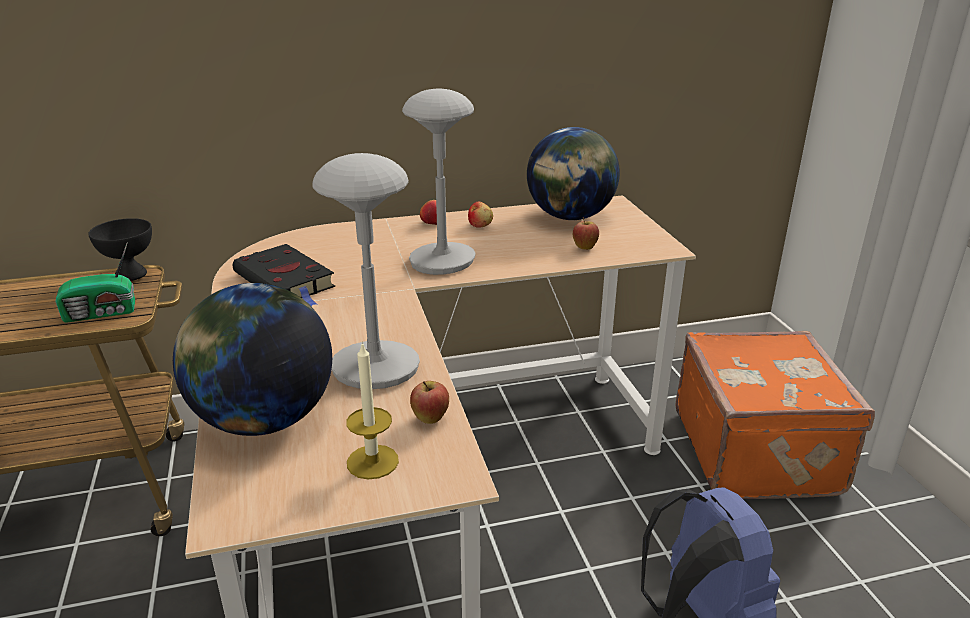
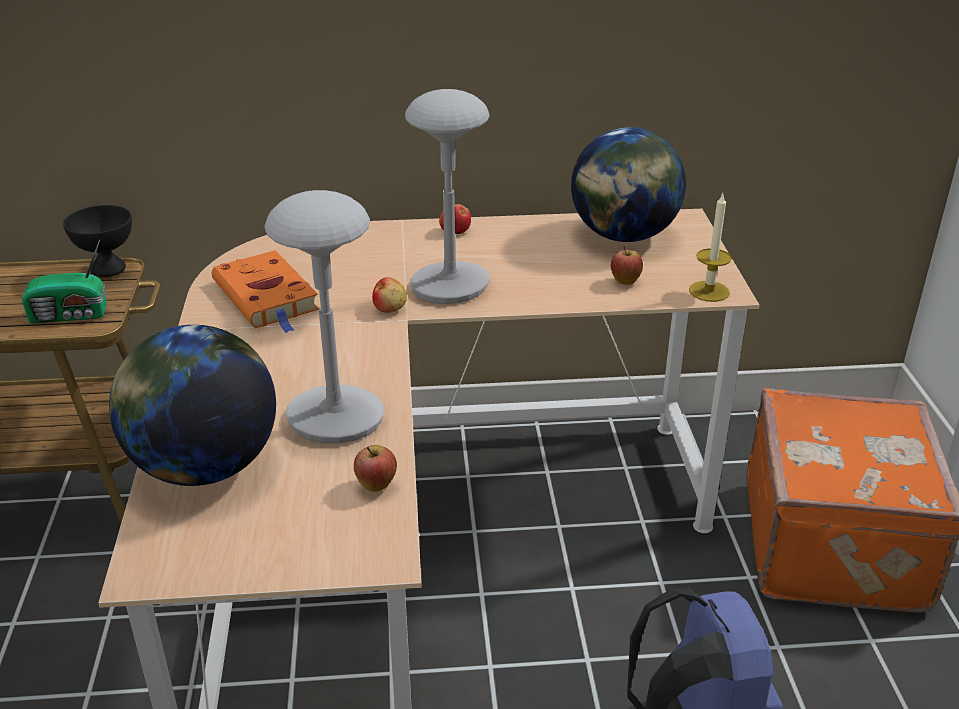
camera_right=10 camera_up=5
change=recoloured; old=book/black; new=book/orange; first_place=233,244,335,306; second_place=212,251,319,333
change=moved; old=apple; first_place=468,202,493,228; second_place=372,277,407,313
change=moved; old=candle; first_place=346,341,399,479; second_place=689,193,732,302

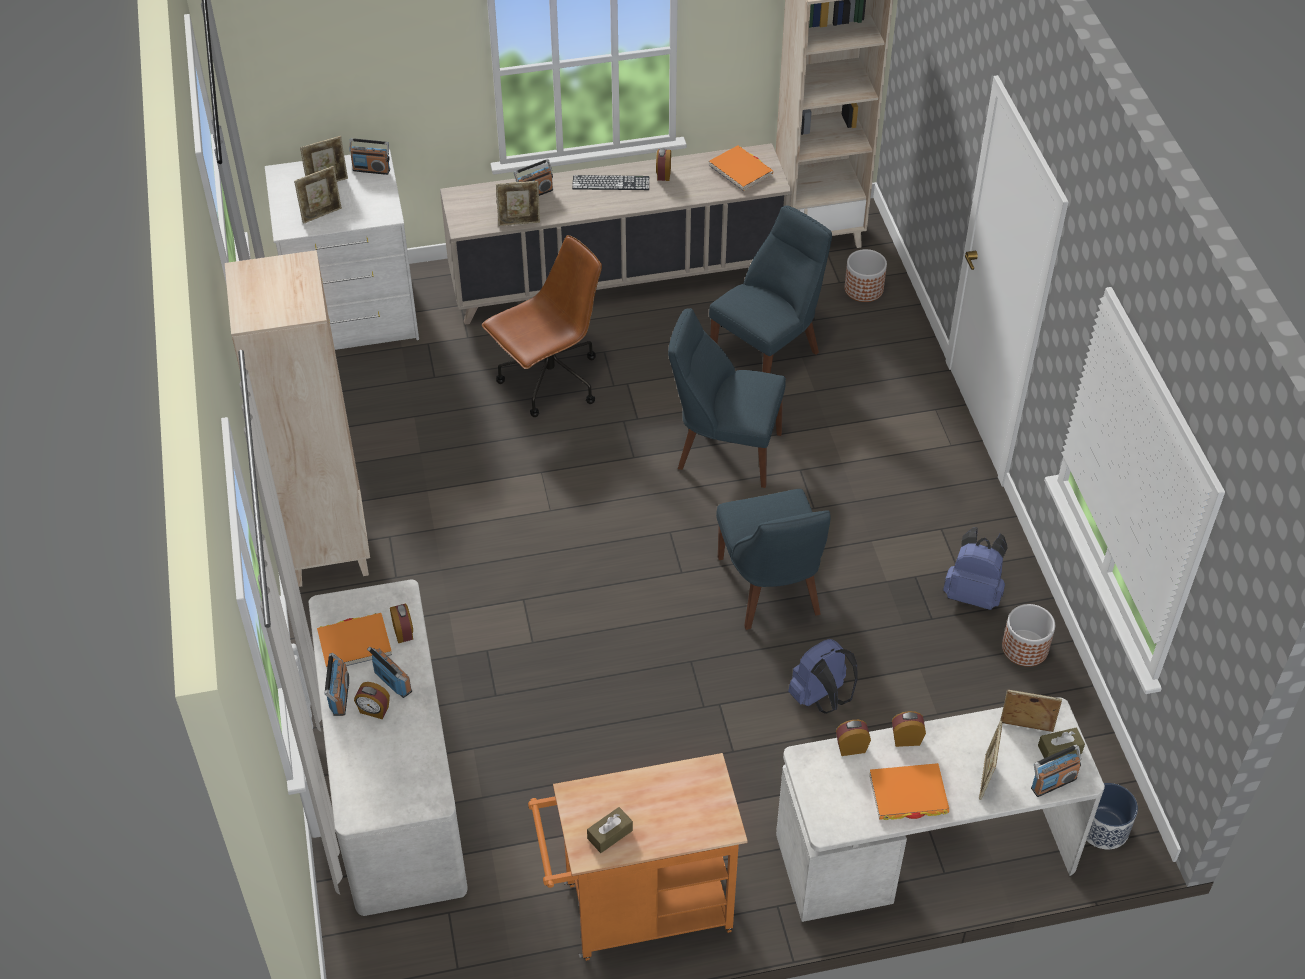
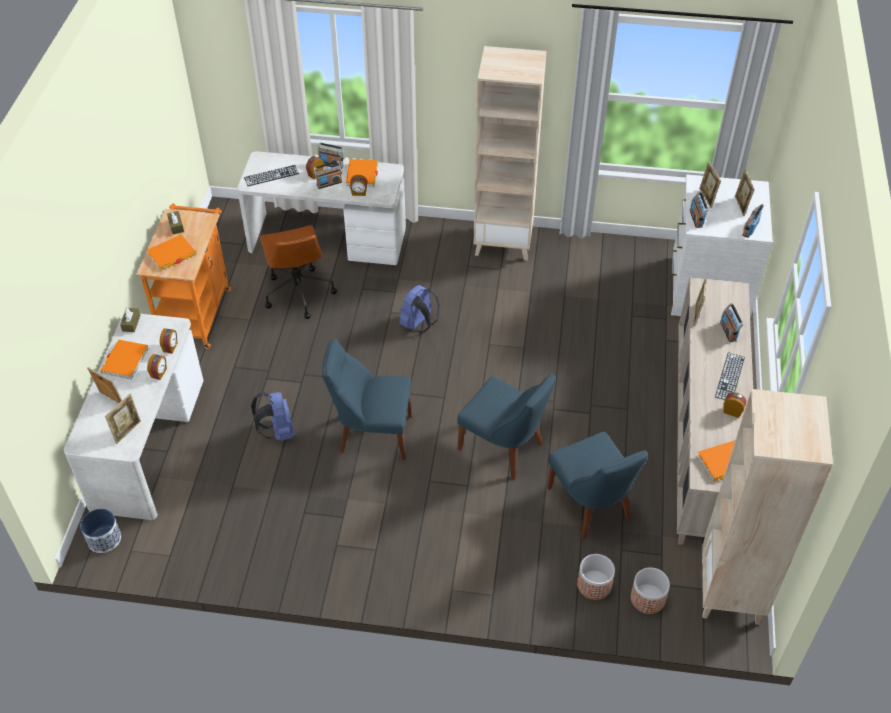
camera_right=110 camera_up=0
change=moved; old=tissue box/brown; first_place=1038,728,1085,761; second_place=120,308,140,332
change=added; new=book/orange; second_place=146,235,196,270
change=added; new=keyboard; second_place=244,165,299,186
change=moved; old=office chair/brown; first_place=482,235,602,417; second_place=260,225,337,319
change=moved; old=backpack/blue; first_place=943,527,1008,610; second_place=400,285,440,332
change=turned; old=chair/blue; first_place=668,308,786,488; second_place=457,374,556,479; degrees=90
change=moved; old=planter; first_place=1002,604,1055,666; second_place=577,554,615,600
change=moved; old=radio; first_place=1031,745,1081,797; second_place=690,191,709,228

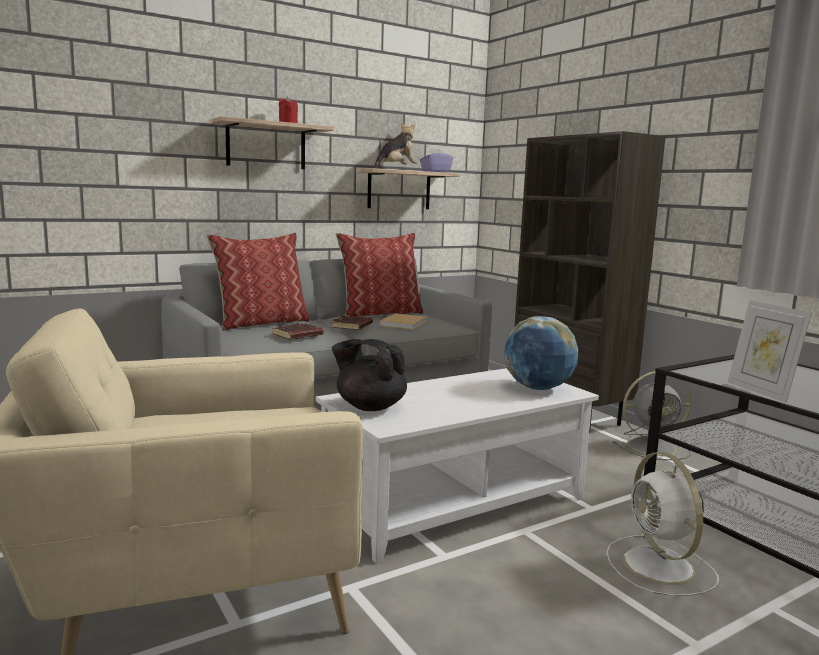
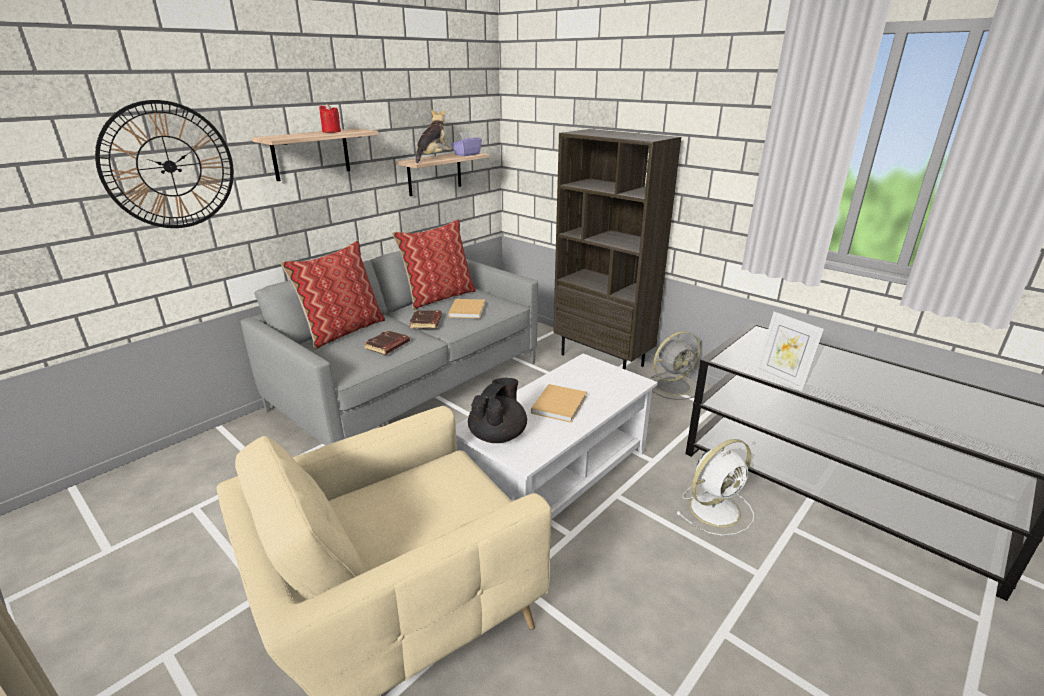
camera_right=-15 camera_up=15
change=added; new=wall clock; second_place=95,100,234,228
change=turned; old=teapot/black; first_place=332,339,407,411; second_place=468,378,527,443; degrees=105
change=added; new=book/beige; second_place=531,384,587,423
change=turned; old=fan/white; first_place=606,452,719,596; second_place=676,439,754,536; degrees=-90
change=removed; old=globe; first_place=504,316,578,390

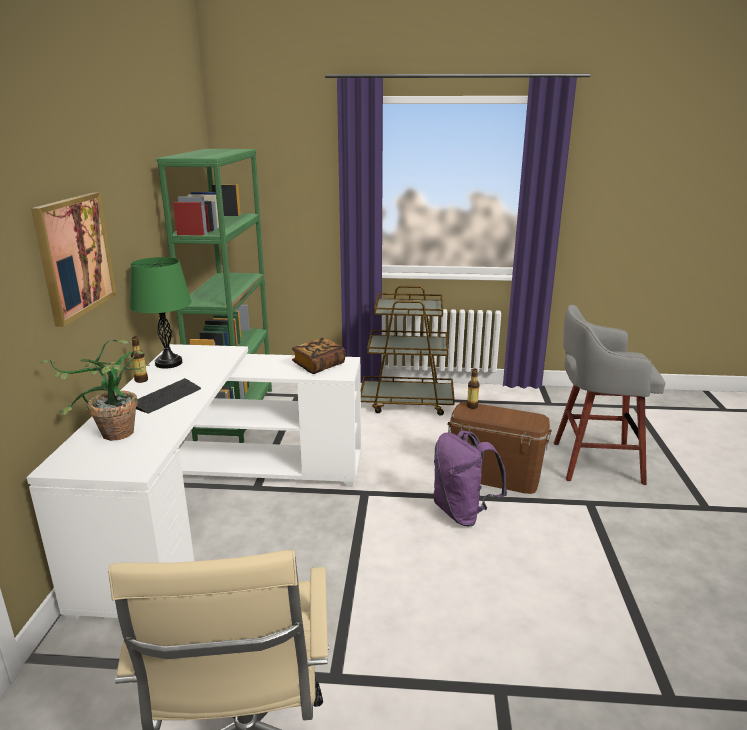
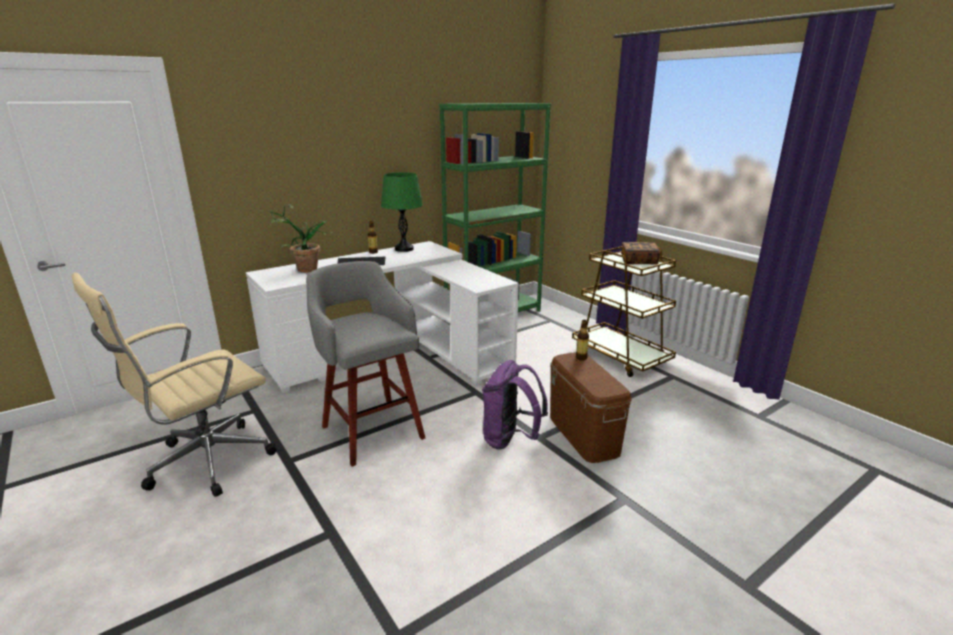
camera_right=50 camera_up=0
change=moved; old=stool/grey; first_place=554,305,665,485; second_place=306,261,425,467
change=moved; old=book; first_place=292,338,345,374; second_place=621,242,660,265
change=removed; old=picture; first_place=31,192,117,327

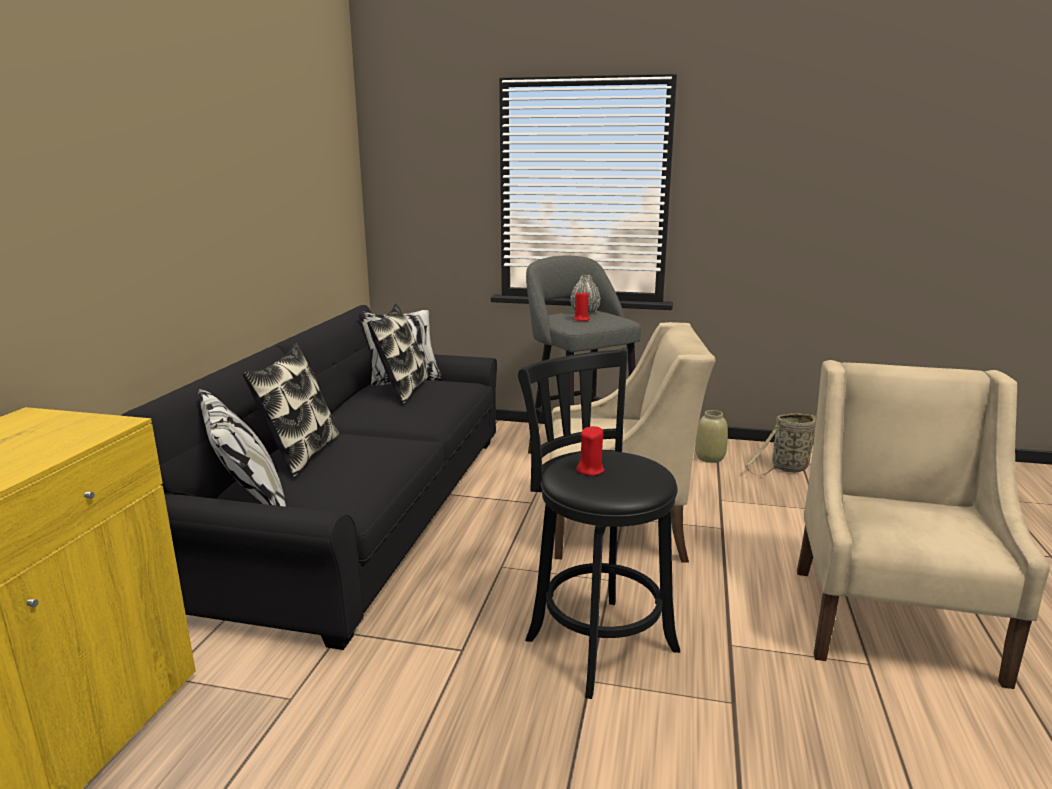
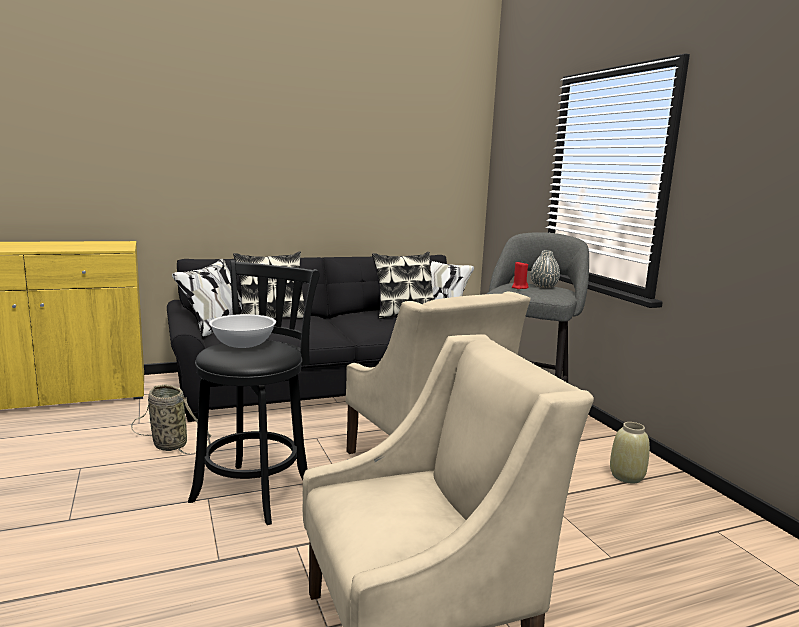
camera_right=55 camera_up=-5
change=moved; old=basket; first_place=745,413,816,476; second_place=131,384,211,454
change=replaced; old=candle/red; new=bowl/white; first_place=576,426,604,476; second_place=209,314,276,348

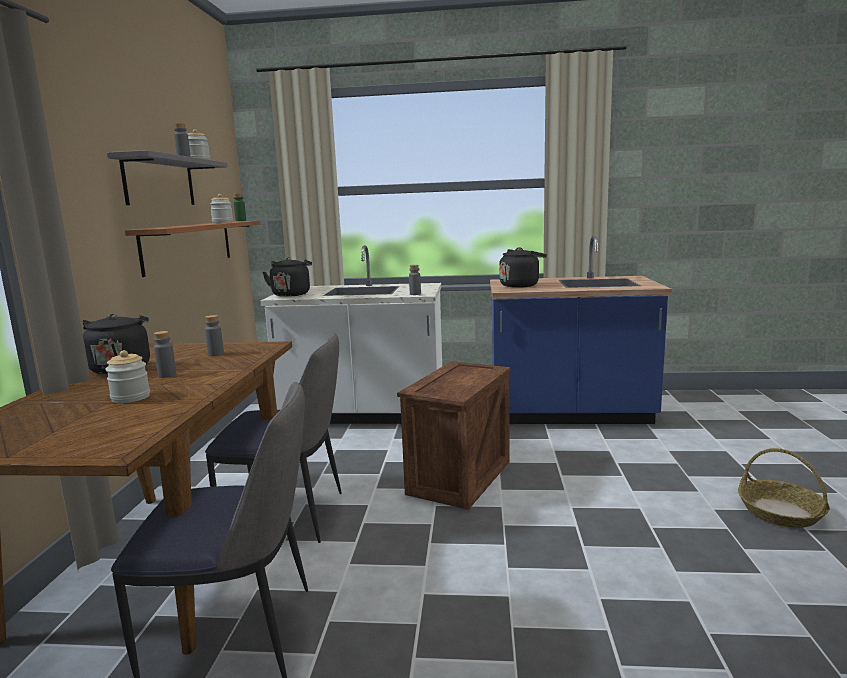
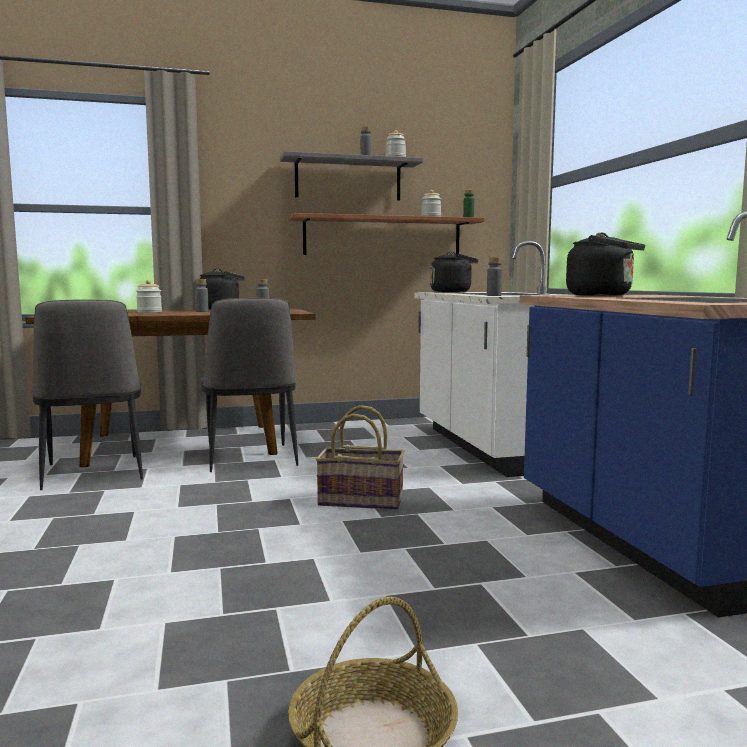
camera_right=70 camera_up=-5
change=replaced; old=crate; new=basket; first_place=397,361,511,510; second_place=316,405,405,510

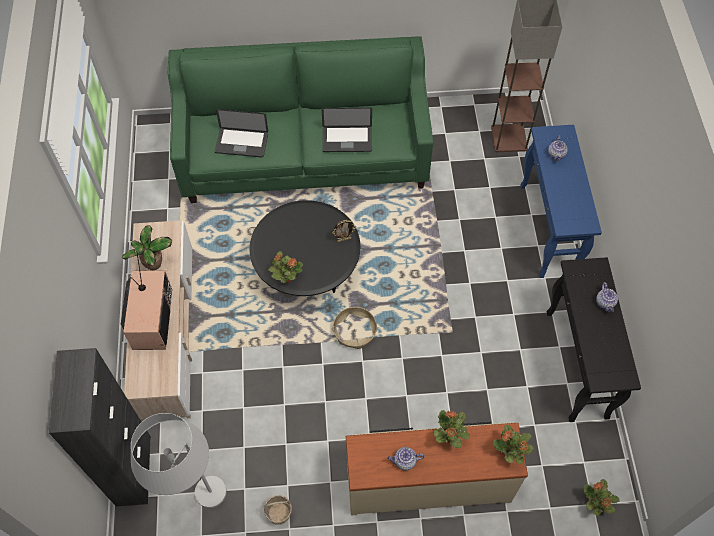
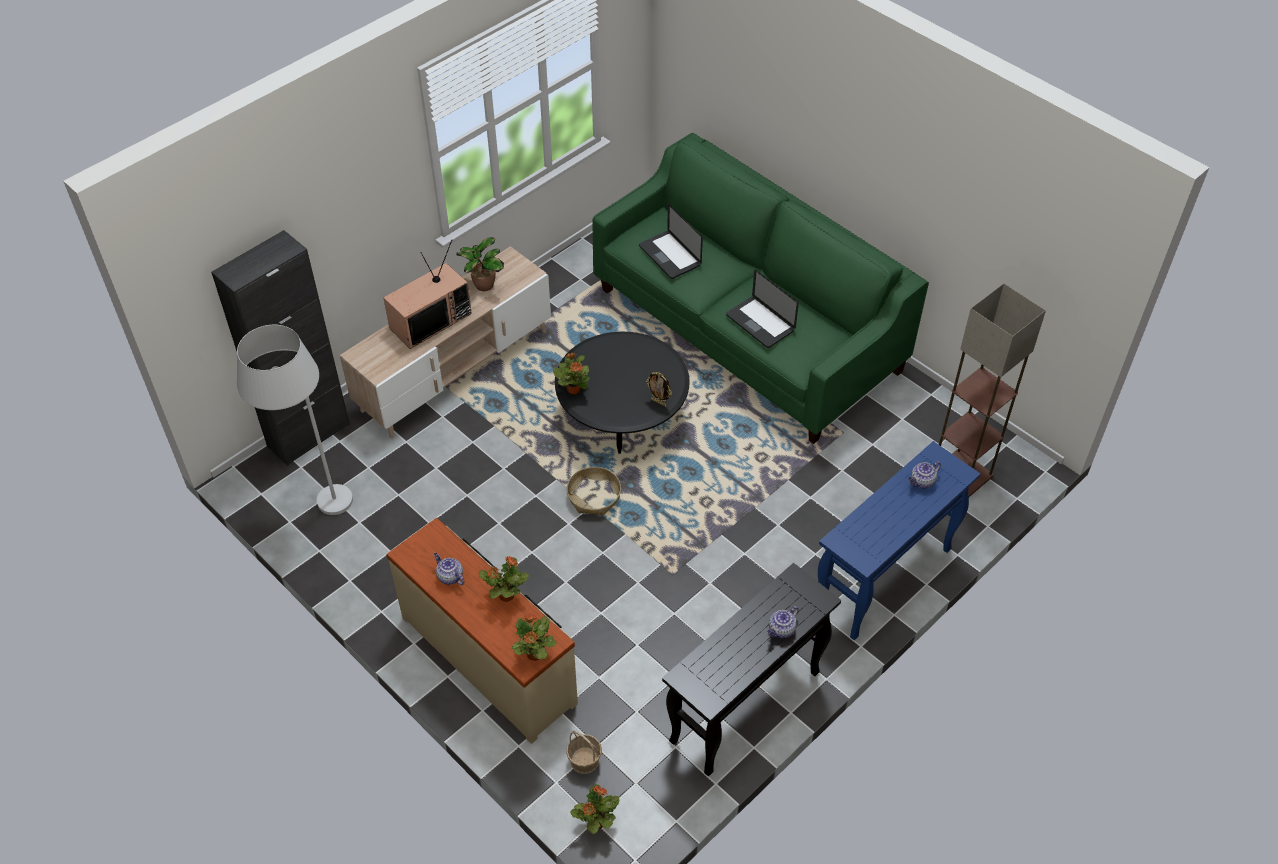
camera_right=50 camera_up=-10
change=moved; old=basket; first_place=264,495,292,525; second_place=566,730,602,774

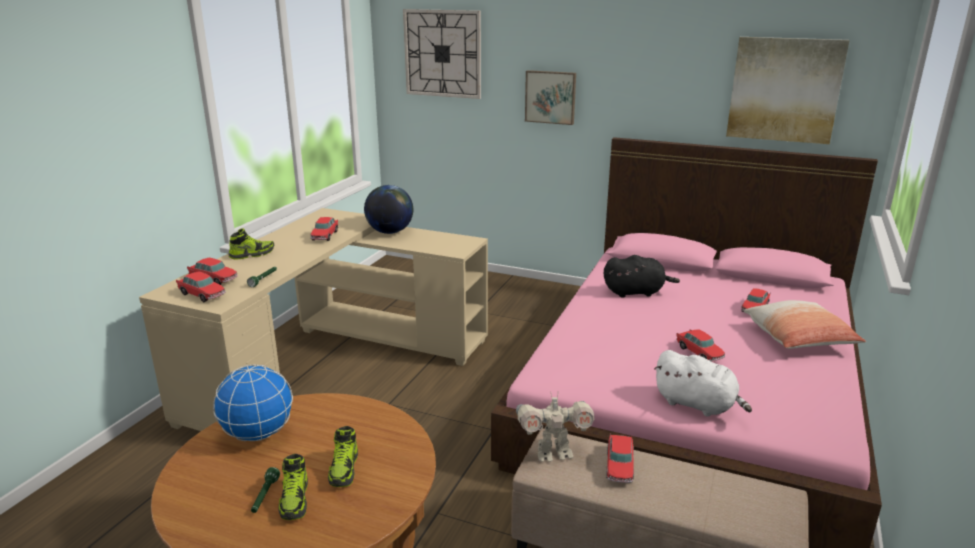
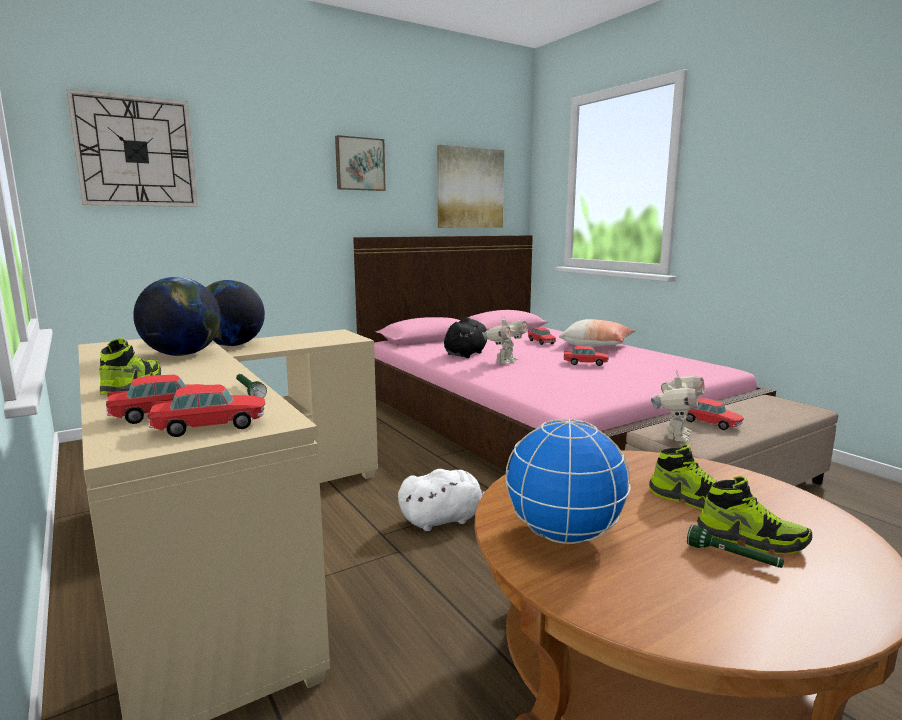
camera_right=-55 camera_up=-10
change=replaced; old=toy car; new=globe; first_place=310,217,338,241; second_place=133,277,221,356
change=moved; old=picture; first_place=525,70,576,125; second_place=335,135,386,191
change=moved; old=plush toy/white; first_place=654,350,752,417; second_place=398,469,485,531
change=added; new=toy robot; second_place=482,316,528,364

